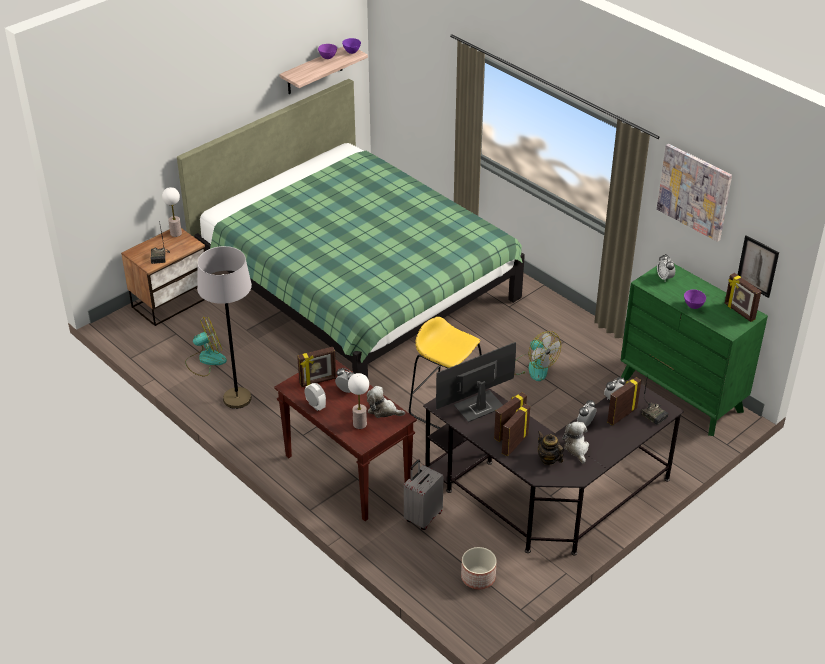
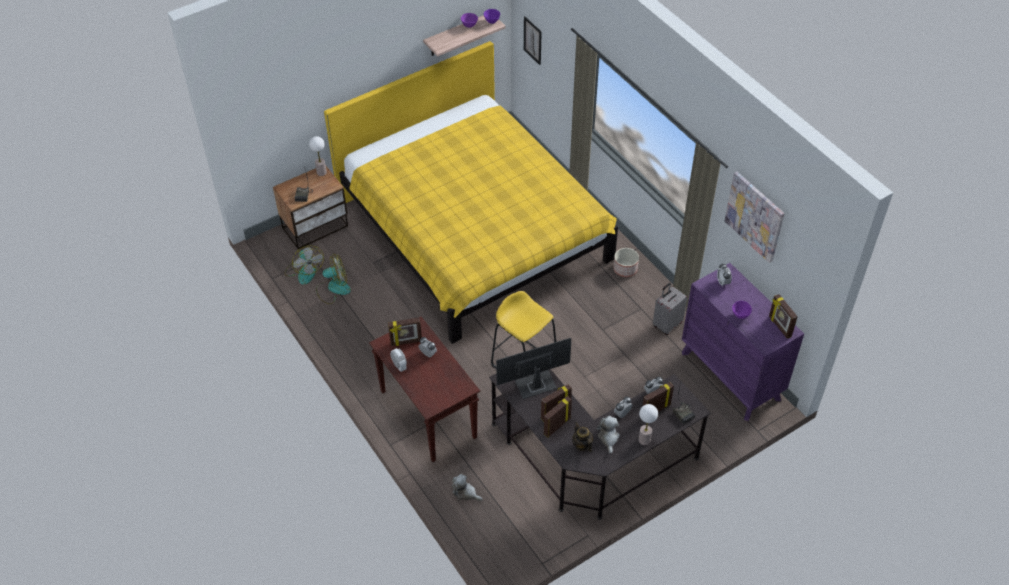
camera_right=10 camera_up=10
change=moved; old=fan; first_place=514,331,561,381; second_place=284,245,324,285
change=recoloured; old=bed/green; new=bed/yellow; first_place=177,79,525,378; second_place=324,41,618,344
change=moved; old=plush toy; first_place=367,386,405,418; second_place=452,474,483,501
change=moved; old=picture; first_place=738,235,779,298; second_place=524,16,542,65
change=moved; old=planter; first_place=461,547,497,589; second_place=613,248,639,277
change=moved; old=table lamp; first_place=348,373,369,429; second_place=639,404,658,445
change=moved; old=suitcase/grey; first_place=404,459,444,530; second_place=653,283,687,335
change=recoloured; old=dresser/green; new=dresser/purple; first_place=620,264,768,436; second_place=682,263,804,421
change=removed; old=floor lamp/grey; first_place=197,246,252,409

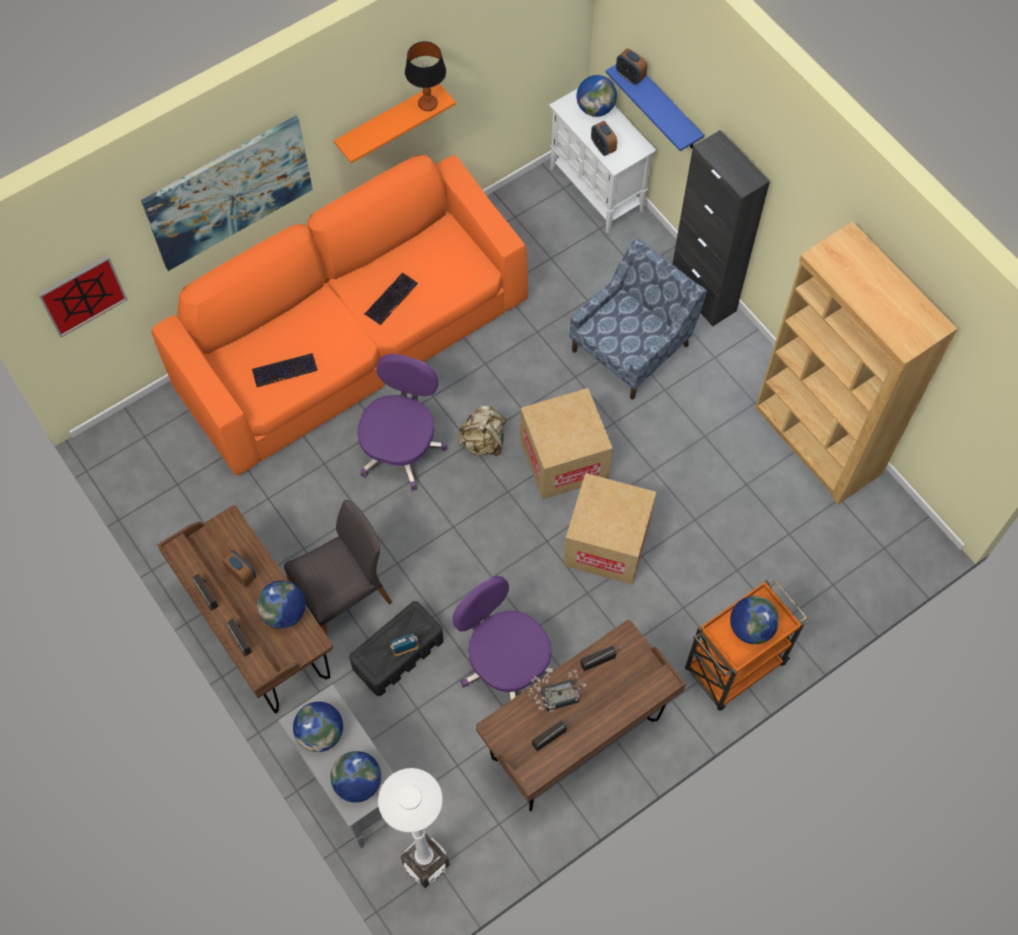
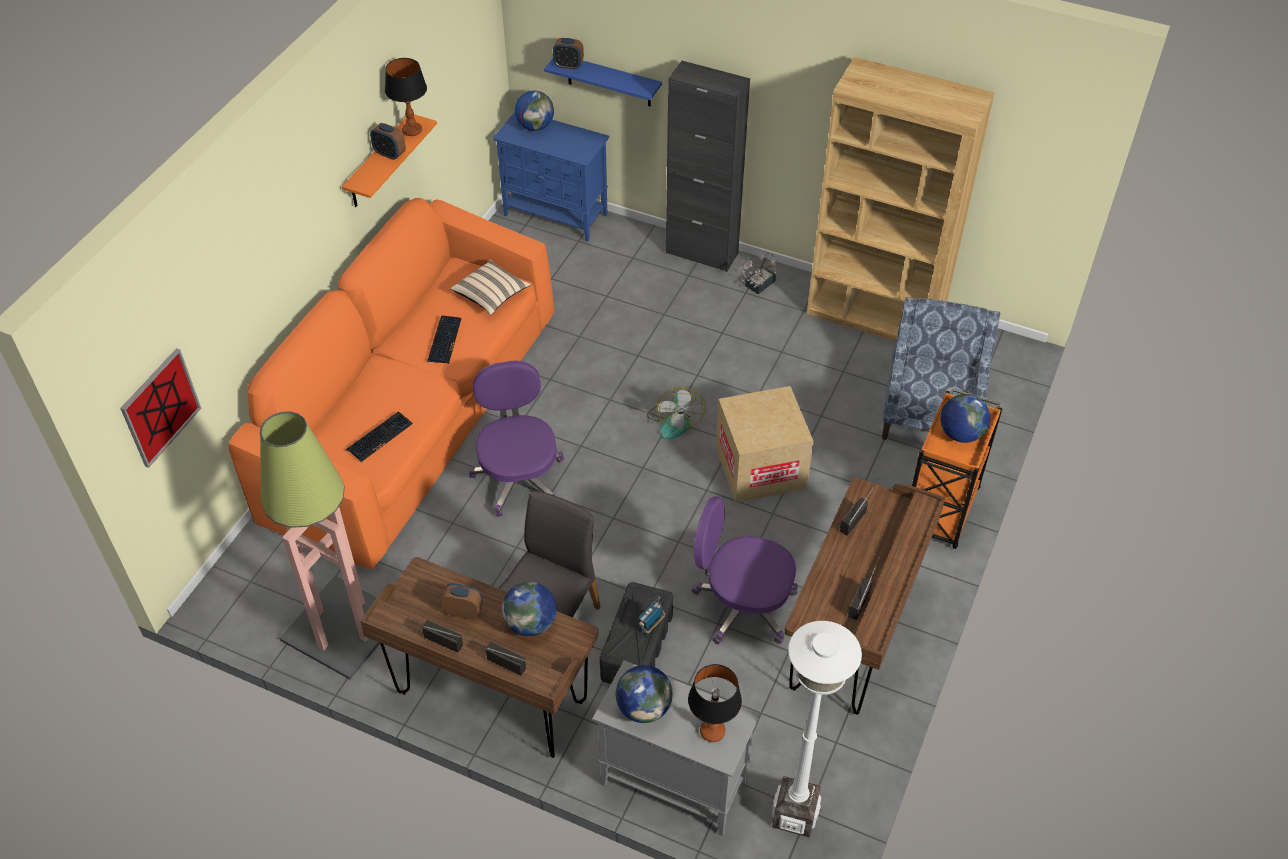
camera_right=-30 camera_up=-15
change=added; new=floor lamp; second_place=260,411,380,680
change=moved; old=alarm clock; first_place=591,121,617,156; second_place=370,123,406,160
change=added; new=pillow/beige; second_place=450,259,531,315
change=recoloured; old=cabinet/white; new=cabinet/blue; first_place=549,88,657,233; second_place=492,112,609,242
change=replaced; old=cardboard box; new=fan; first_place=520,388,613,499; second_place=647,387,706,440
change=replaced; old=globe; new=table lamp; first_place=331,751,381,803; second_place=688,664,742,742
change=moved; old=potted plant; first_place=529,670,586,712; second_place=739,253,777,294
change=moved; old=armchair/blue; first_place=569,239,707,399; second_place=882,297,1000,440
change=removed; old=picture; first_place=141,116,313,271
change=removed; old=backpack/beige; first_place=458,405,506,456

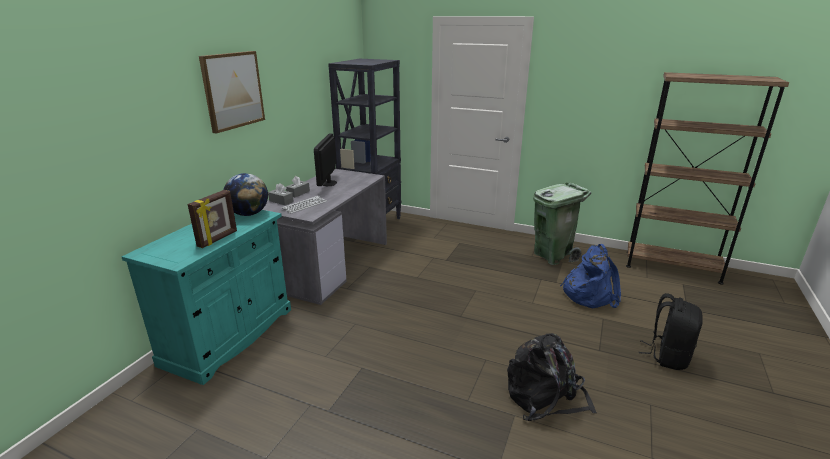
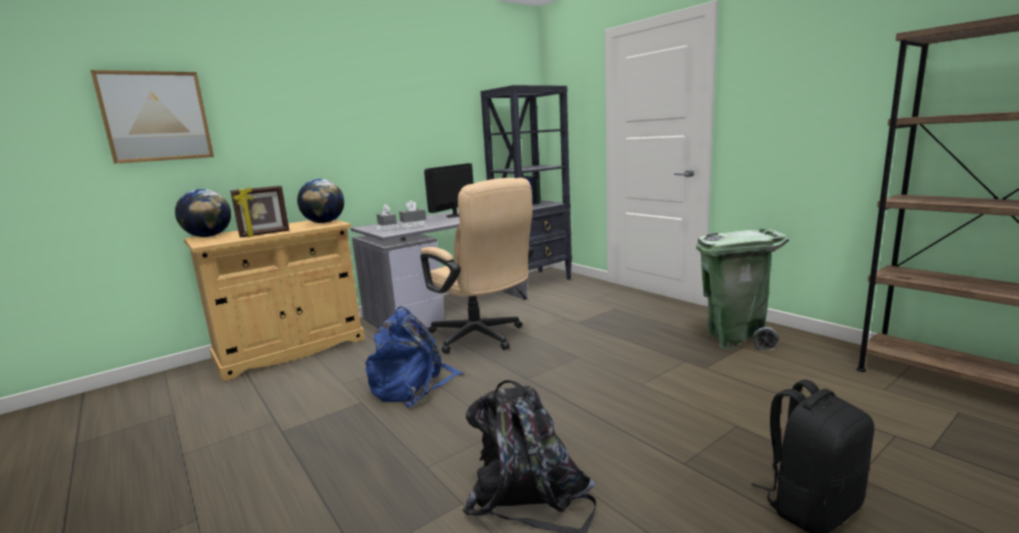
camera_right=30 camera_up=-10
change=moved; old=picture; first_place=199,51,265,134; second_place=90,70,214,164
change=added; new=globe; second_place=175,189,231,237
change=recoloured; old=cabinet/turquoise; new=cabinet/beige; first_place=122,210,291,385; second_place=184,219,365,381
change=moved; old=backpack/blue; first_place=560,244,621,308; second_place=365,306,464,408
change=added; new=office chair/beige; second_place=420,178,533,354

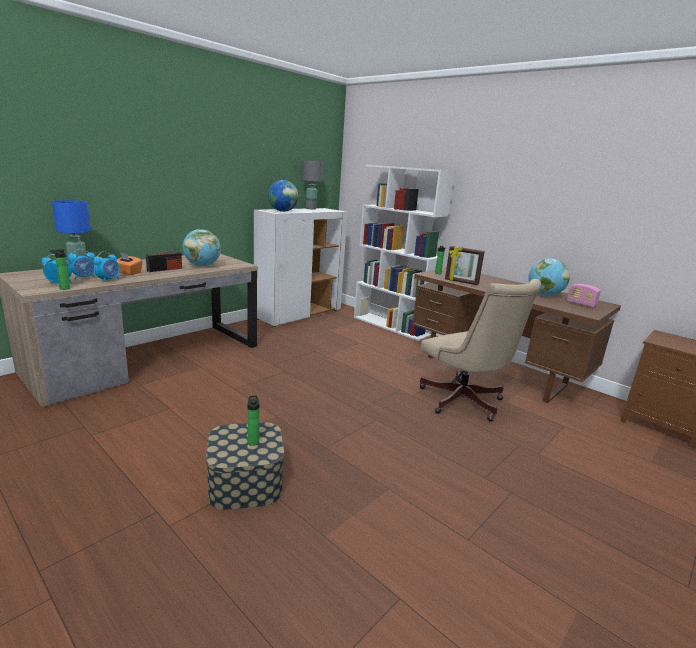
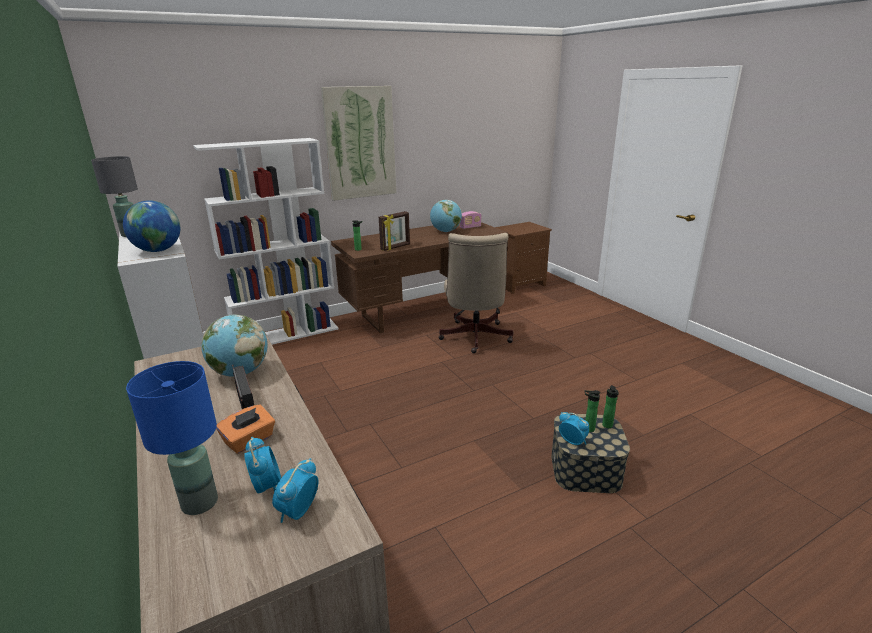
camera_right=-70 camera_up=5
change=added; new=picture; second_place=321,86,396,201
change=turned; old=office chair/beige; first_place=420,279,541,422; second_place=438,233,513,353; degrees=105
change=moved; old=alarm clock; first_place=93,251,120,283; second_place=559,412,589,445
change=moved; old=bottle; first_place=49,249,70,290; second_place=602,385,619,428

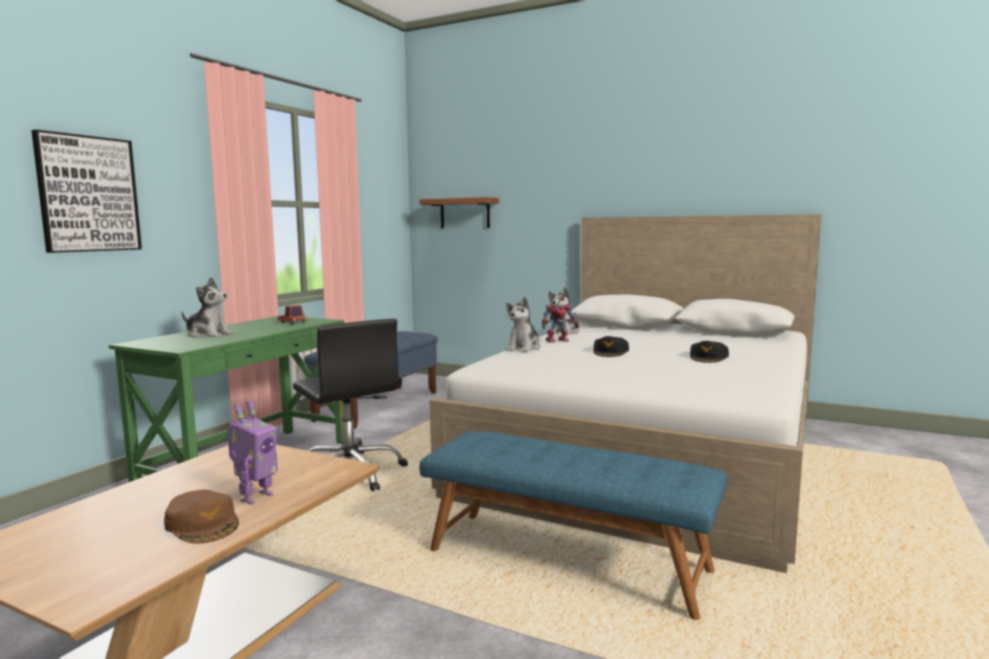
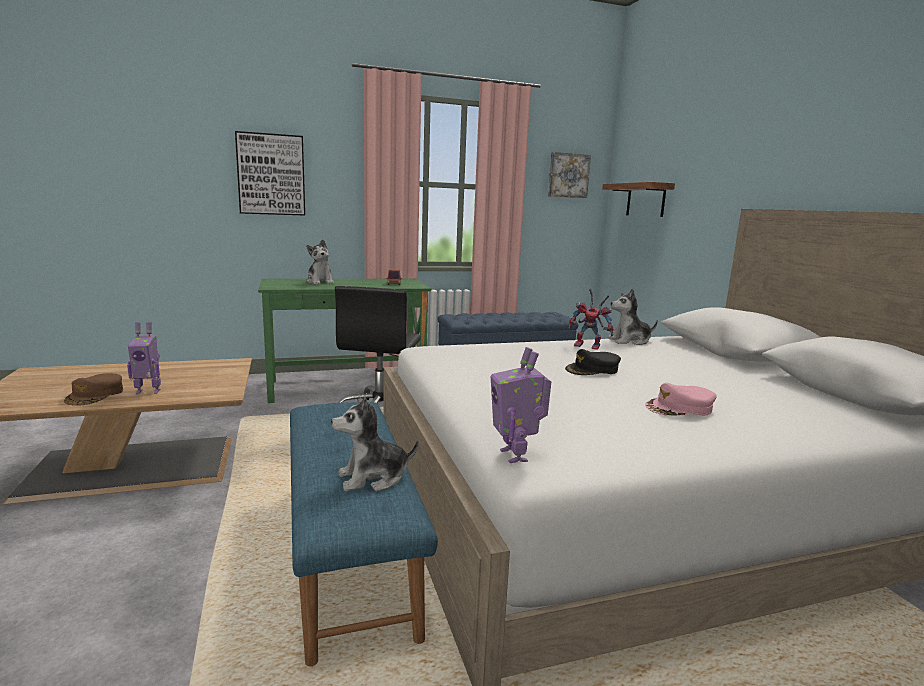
camera_right=45 camera_up=5
change=moved; old=plush toy; first_place=506,297,541,352; second_place=331,396,419,491
change=added; new=toy robot; second_place=490,347,551,463
change=added; new=picture; second_place=548,152,591,198
change=recoloured; old=cap/black; new=cap/pink; first_place=690,341,729,363; second_place=645,383,717,416

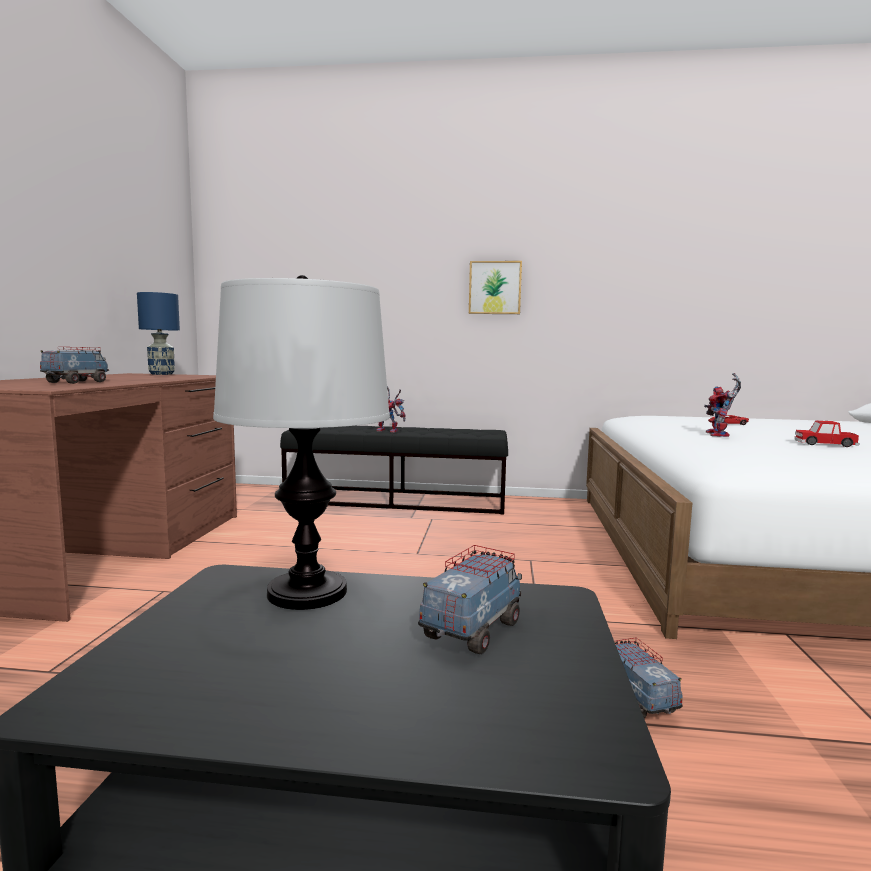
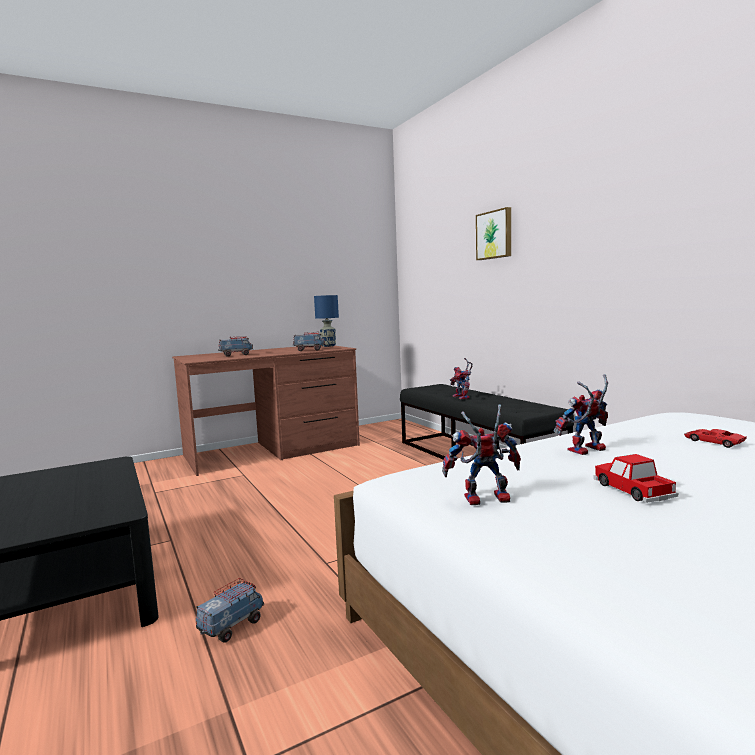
camera_right=55 camera_up=0
change=moved; old=toy truck; first_place=418,545,522,654; second_place=293,332,325,351
change=added; new=toy robot; second_place=442,404,521,505
change=moved; old=picture; first_place=469,261,522,314; second_place=476,207,511,260
change=removed; old=table lamp; first_place=213,275,390,610

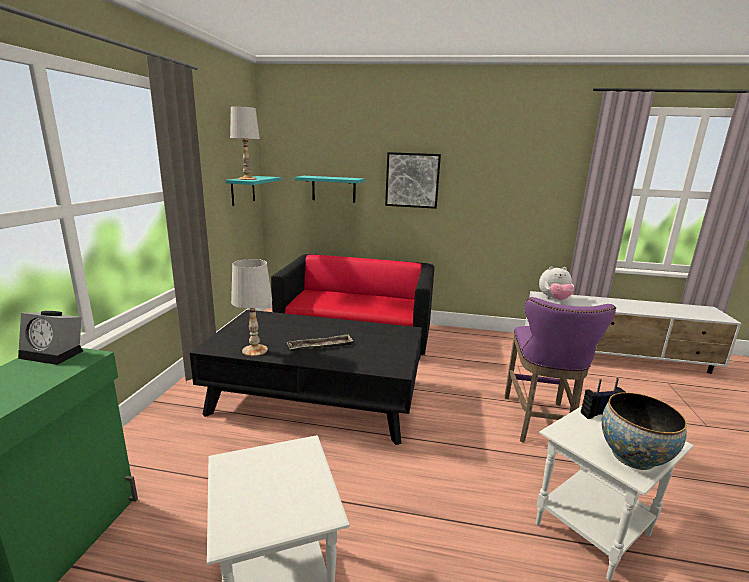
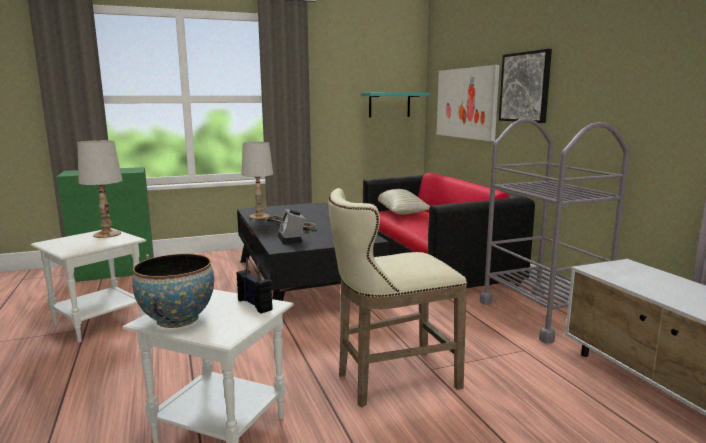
camera_right=60 camera_up=-5
change=moved; old=table lamp/white; first_place=230,106,260,180; second_place=77,140,122,238
change=moved; old=alarm clock; first_place=18,311,83,365; second_place=278,209,305,244
change=recoloured; old=stool/purple; new=stool/beige; first_place=505,297,616,443; second_place=328,188,467,407
change=added; new=pillow; second_place=378,189,430,215
change=replaced; old=shelf/turquoise; new=picture; first_place=295,176,365,202; second_place=437,65,500,141
change=added; new=cart/grey; second_place=480,118,630,344
change=removed; old=plush toy; first_place=539,266,574,300

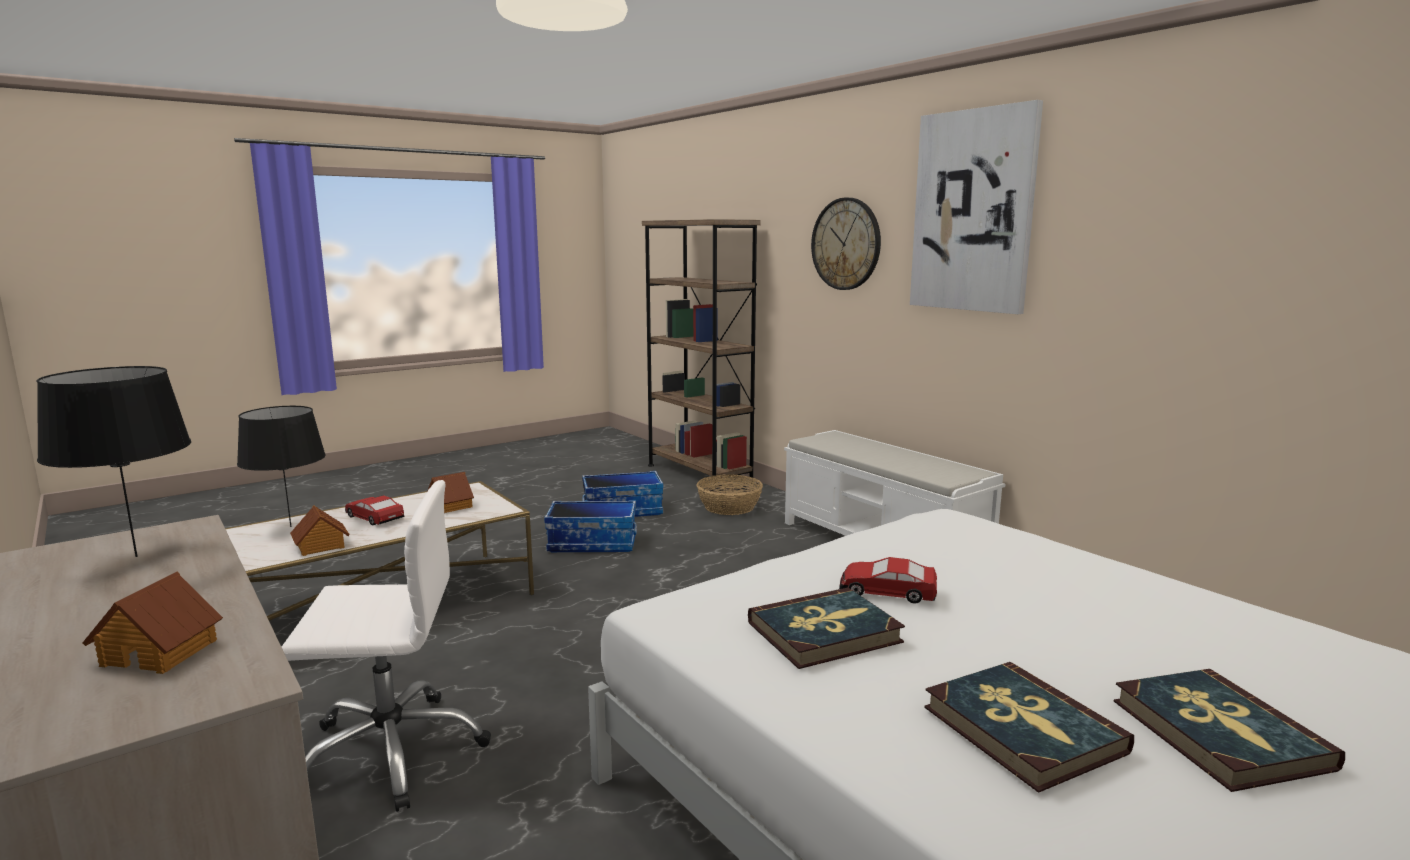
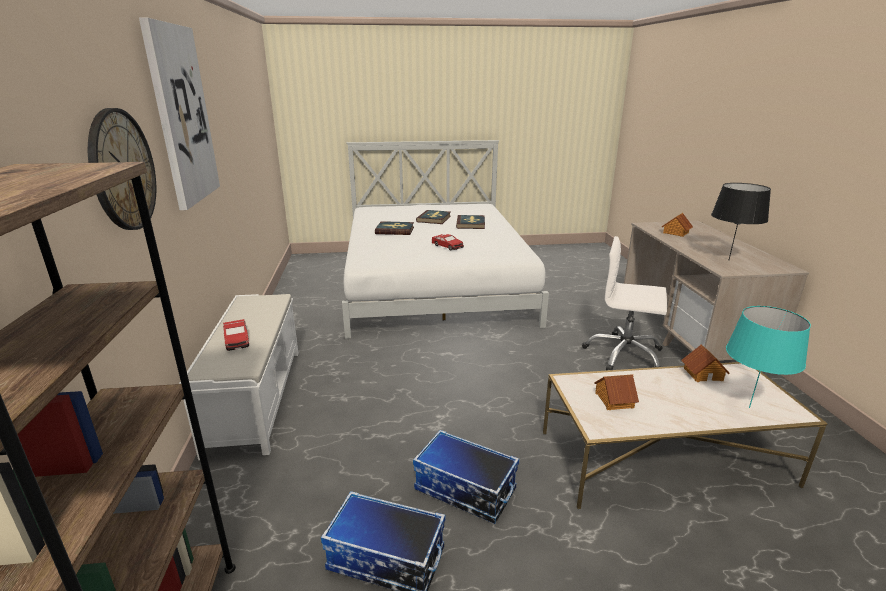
camera_right=-150 camera_up=10
change=moved; old=toy car; first_place=345,495,405,525; second_place=223,319,249,351
change=moved; old=book; first_place=748,587,905,669; second_place=375,221,414,235
change=recoloured; old=table lamp/black; new=table lamp/turquoise; first_place=237,406,326,527; second_place=726,306,811,408
change=removed; old=basket; first_place=697,474,763,515

